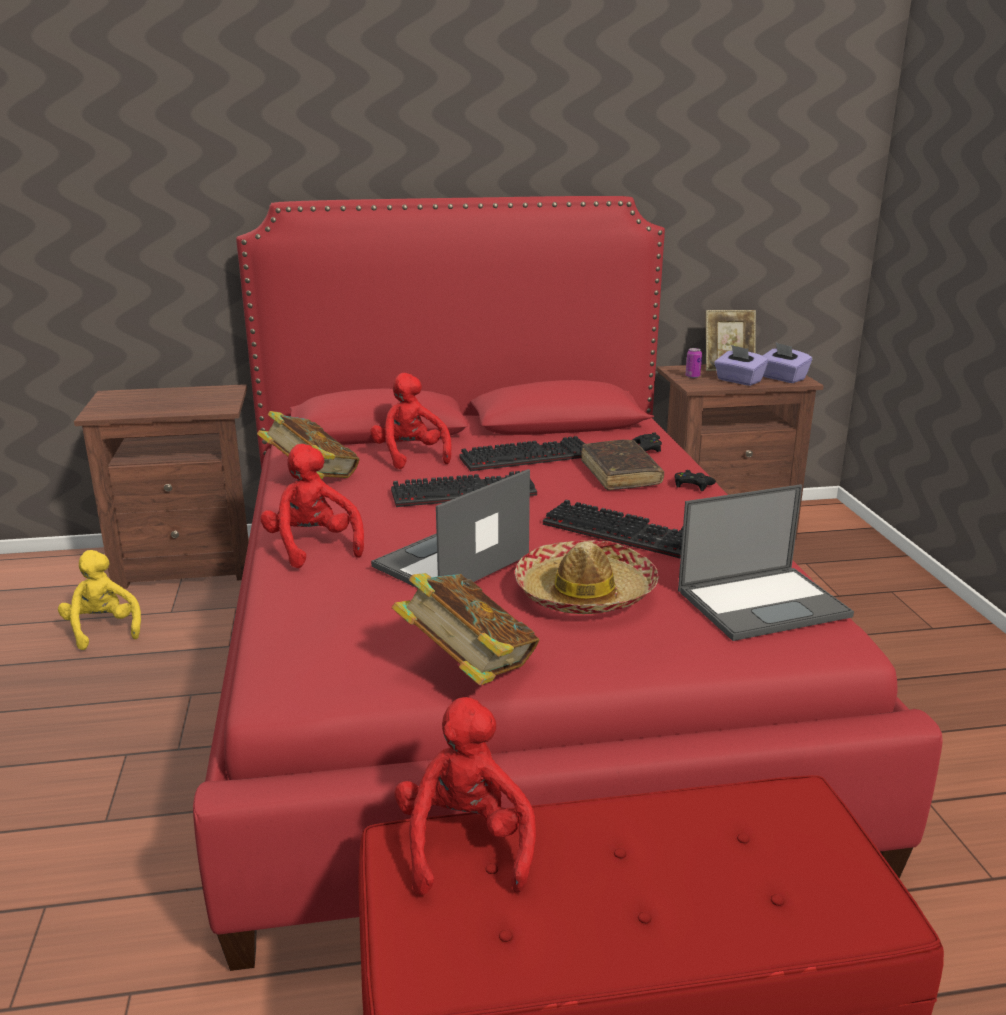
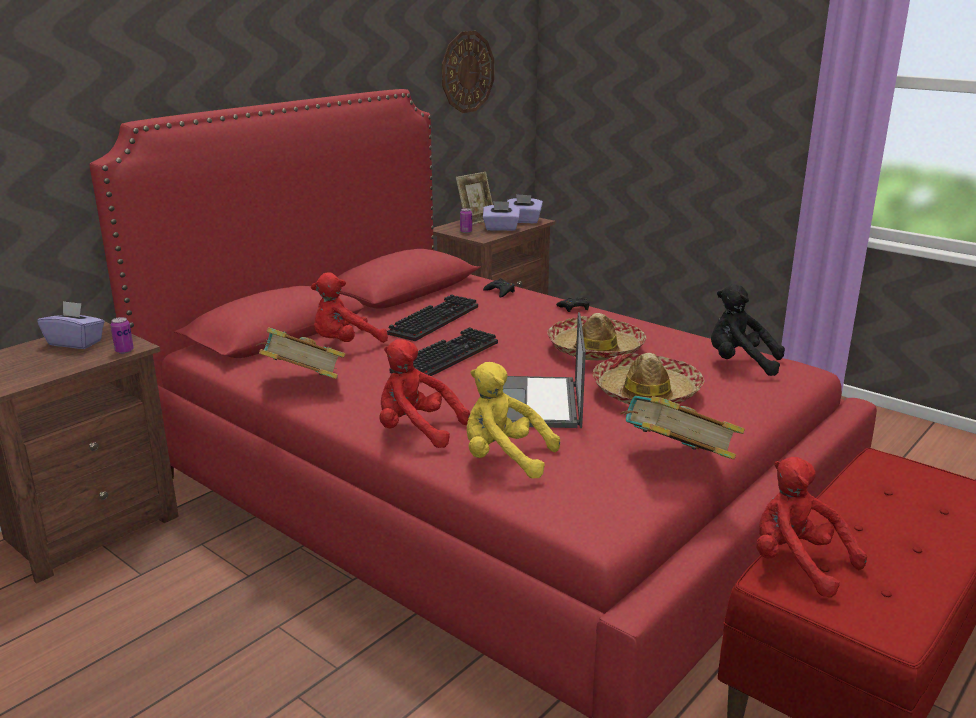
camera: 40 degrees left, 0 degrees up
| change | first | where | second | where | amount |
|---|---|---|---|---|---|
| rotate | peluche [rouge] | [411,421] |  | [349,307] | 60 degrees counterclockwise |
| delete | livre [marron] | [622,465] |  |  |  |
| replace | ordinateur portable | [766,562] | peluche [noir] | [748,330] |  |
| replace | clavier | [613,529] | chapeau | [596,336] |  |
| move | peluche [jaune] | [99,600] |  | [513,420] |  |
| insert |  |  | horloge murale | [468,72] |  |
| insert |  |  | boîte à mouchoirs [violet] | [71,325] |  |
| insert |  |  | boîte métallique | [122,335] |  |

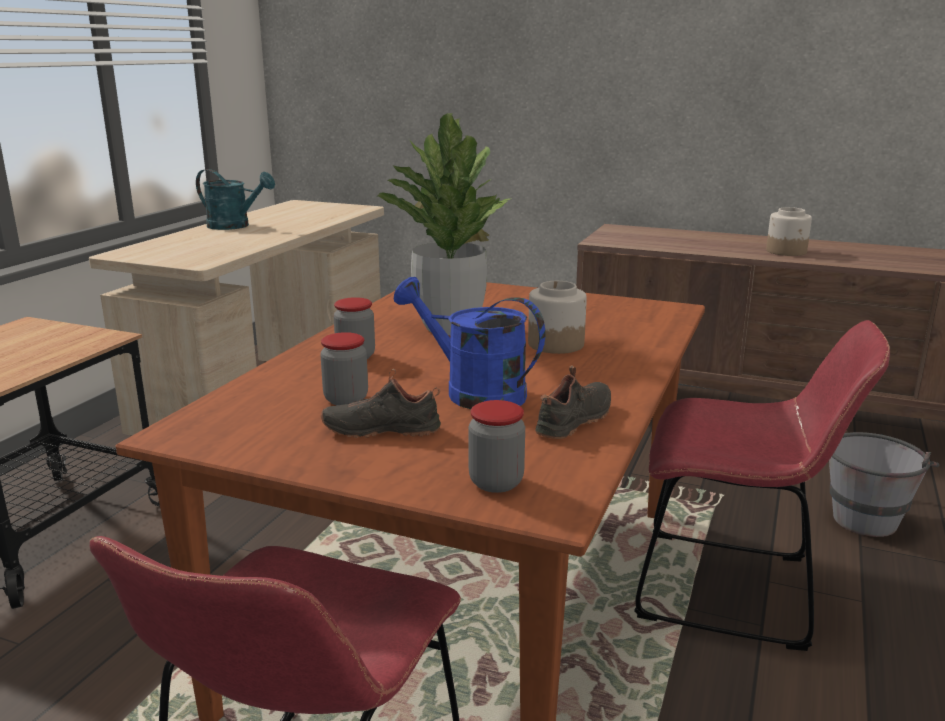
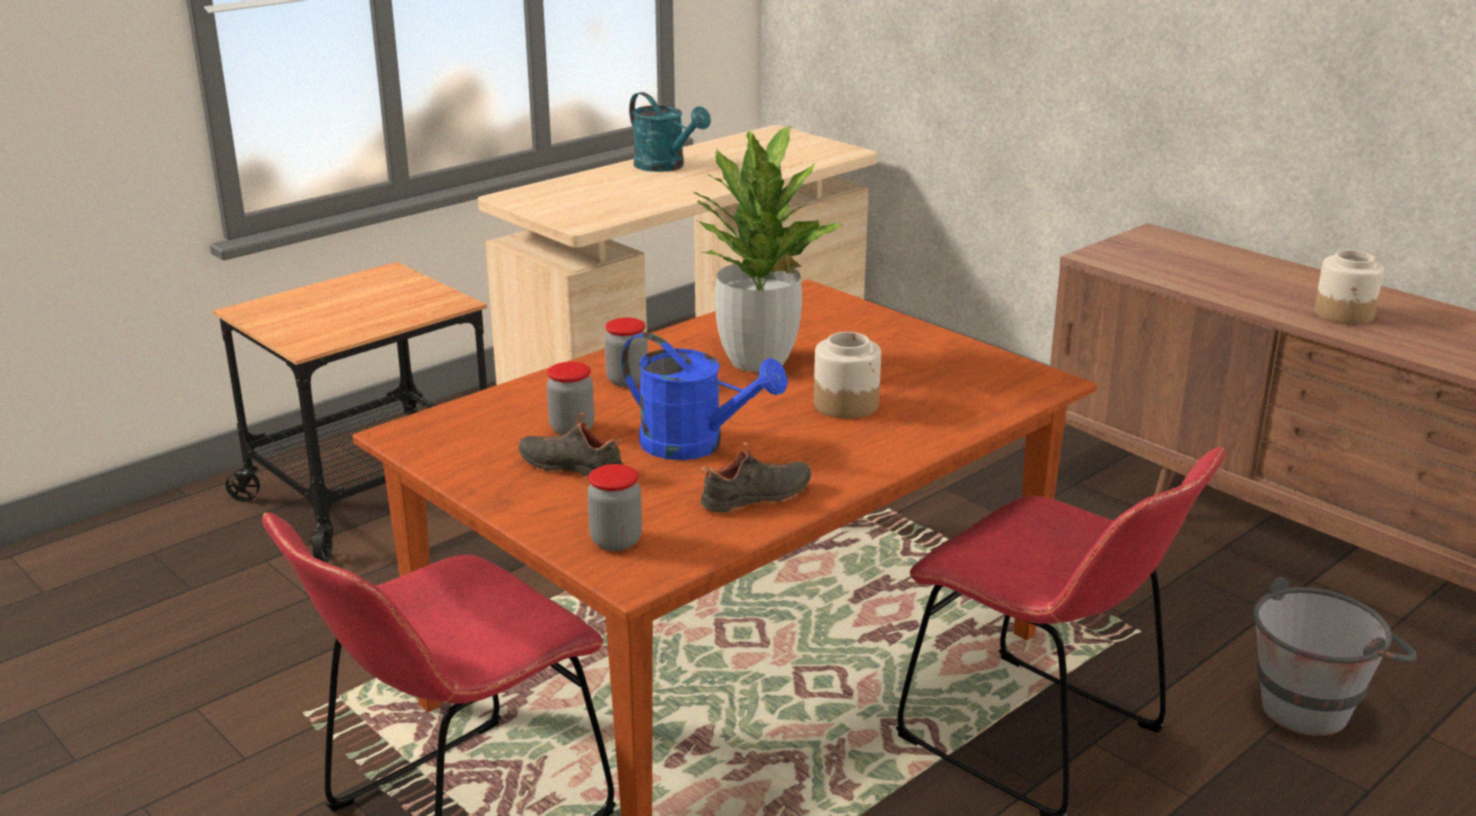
camera: 25 degrees right, 5 degrees up
| change | first | where | second | where | amount |
|---|---|---|---|---|---|
| rotate | arrosoir [bleu] | [469,343] |  | [704,396] | 150 degrees clockwise |

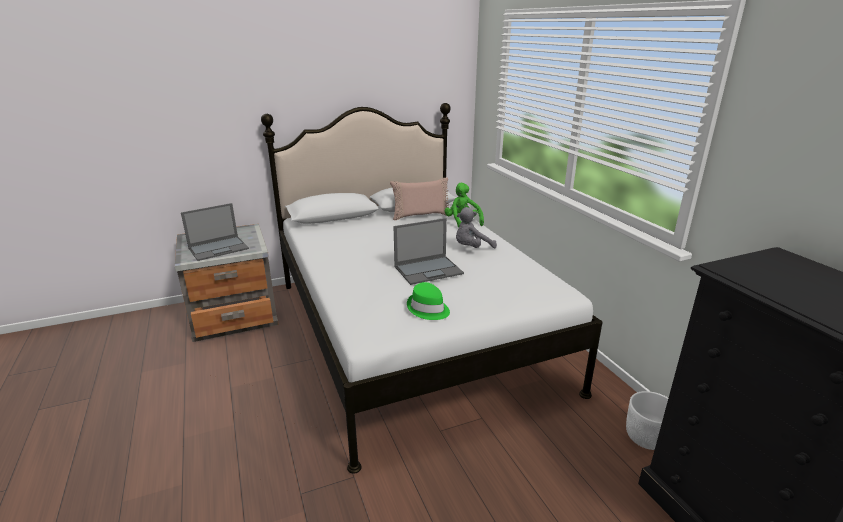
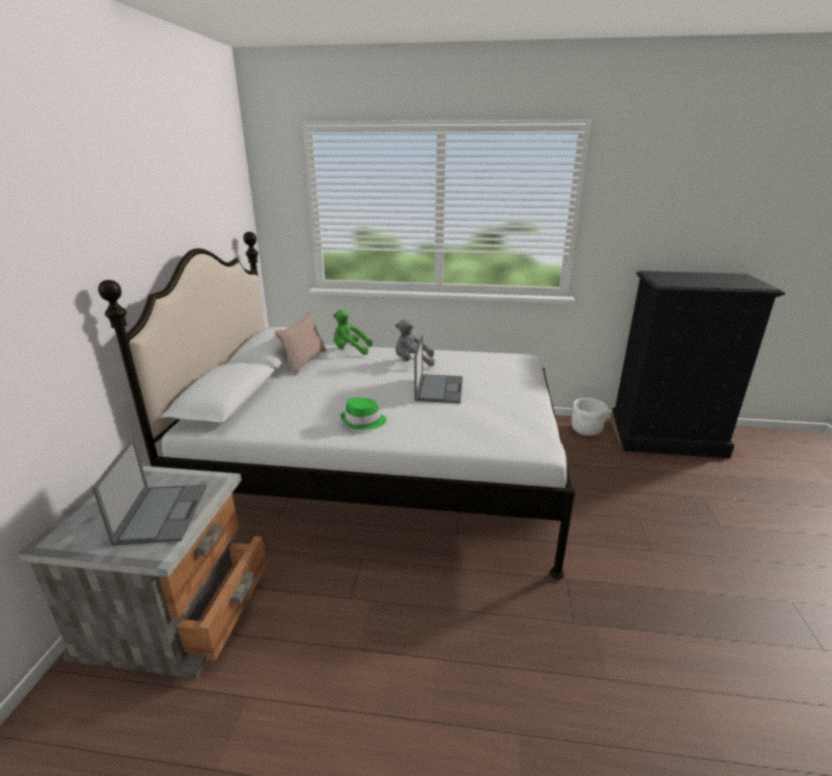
camera: 60 degrees left, 0 degrees up
| change | first | where | second | where | amount |
|---|---|---|---|---|---|
| rotate | peluche [gris] | [476,227] |  | [415,343] | 90 degrees clockwise |
| move | chapeau [vert] | [428,301] |  | [364,413] |  |

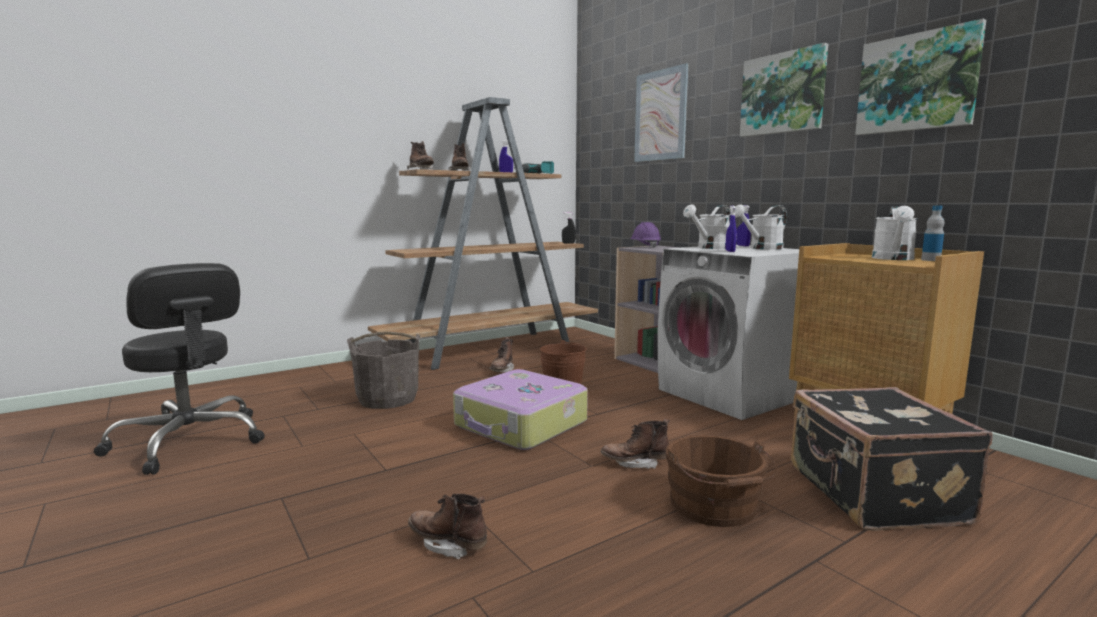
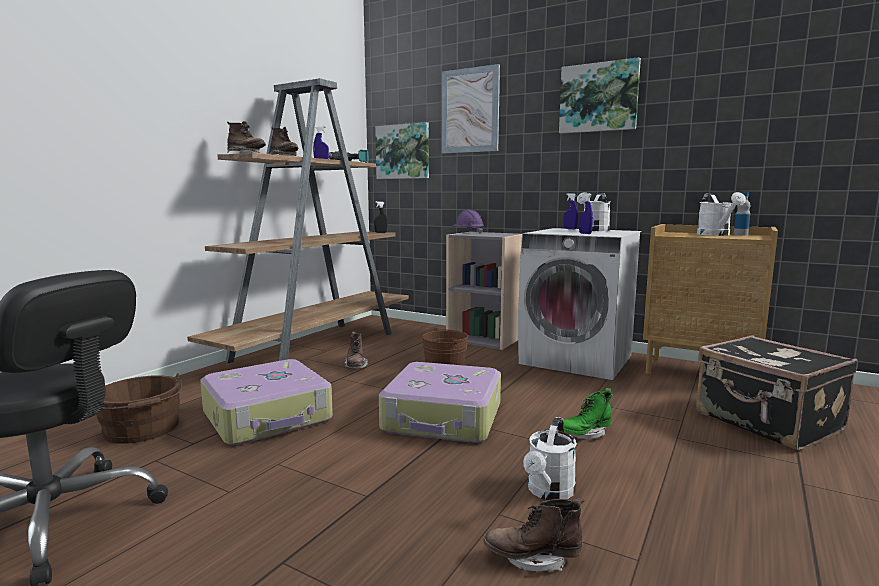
camera: 25 degrees left, 0 degrees up
| change | first | where | second | where | amount |
|---|---|---|---|---|---|
| move | tableau | [920,77] |  | [402,150] |  |
| move | arrosoir [blanc] | [706,227] |  | [550,458] |  |
| replace | seau [gris] | [383,370] | valise | [266,402] |  |
| recolor | botte [marron] | [635,444] | botte [vert] | [588,414] |  |
| move | seau [marron] | [722,481] |  | [139,408] |  |

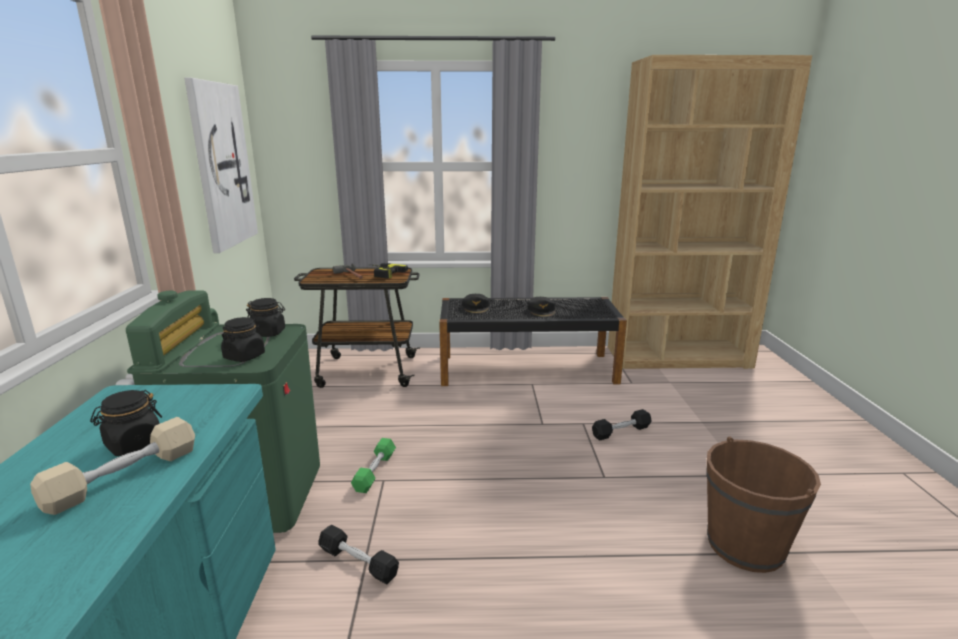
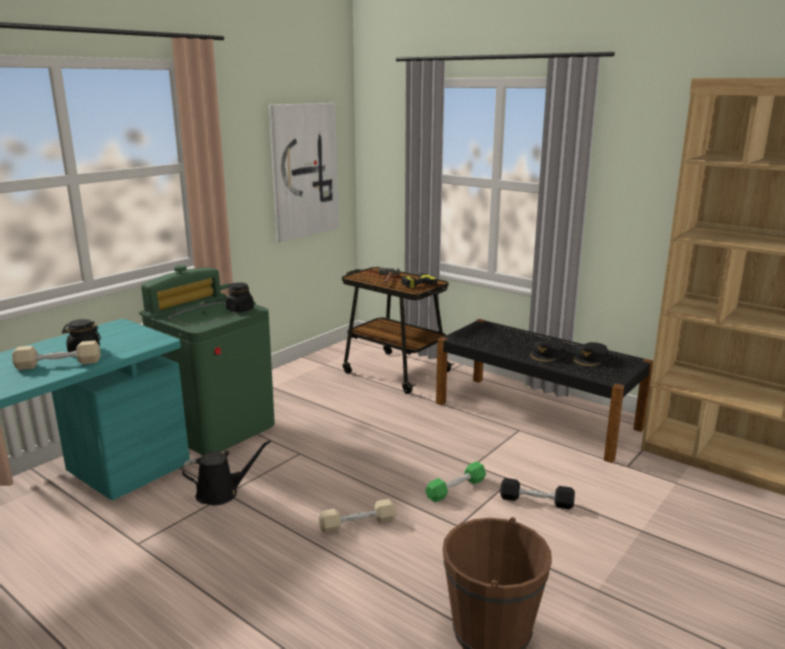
camera: 40 degrees right, 0 degrees up
| change | first | where | second | where | amount |
|---|---|---|---|---|---|
| move | casquette [noir] | [476,304] |  | [590,354] |  |
| delete | bocal [noir] | [243,339] |  |  |  |
| move | haltère [vert] | [373,465] |  | [455,481] |  |
| replace | haltère [noir] | [358,554] | arrosoir [noir] | [226,472] |  |
| insert |  |  | haltère [beige] | [357,516] |  |

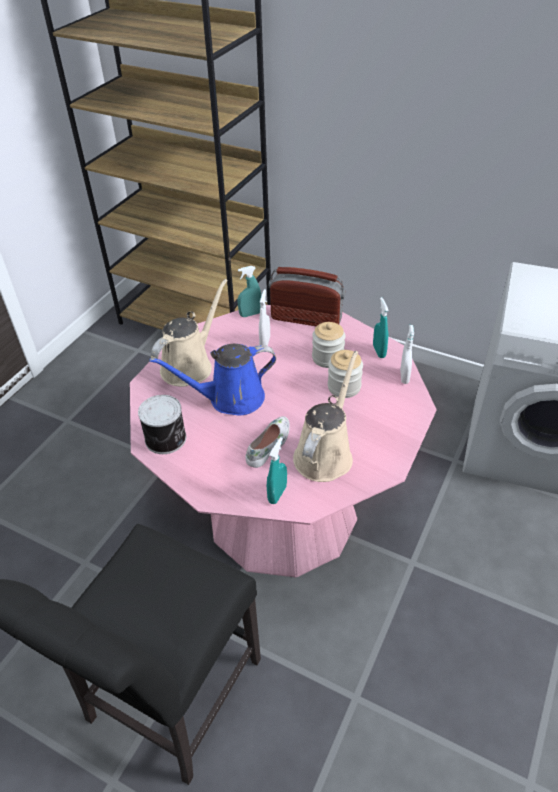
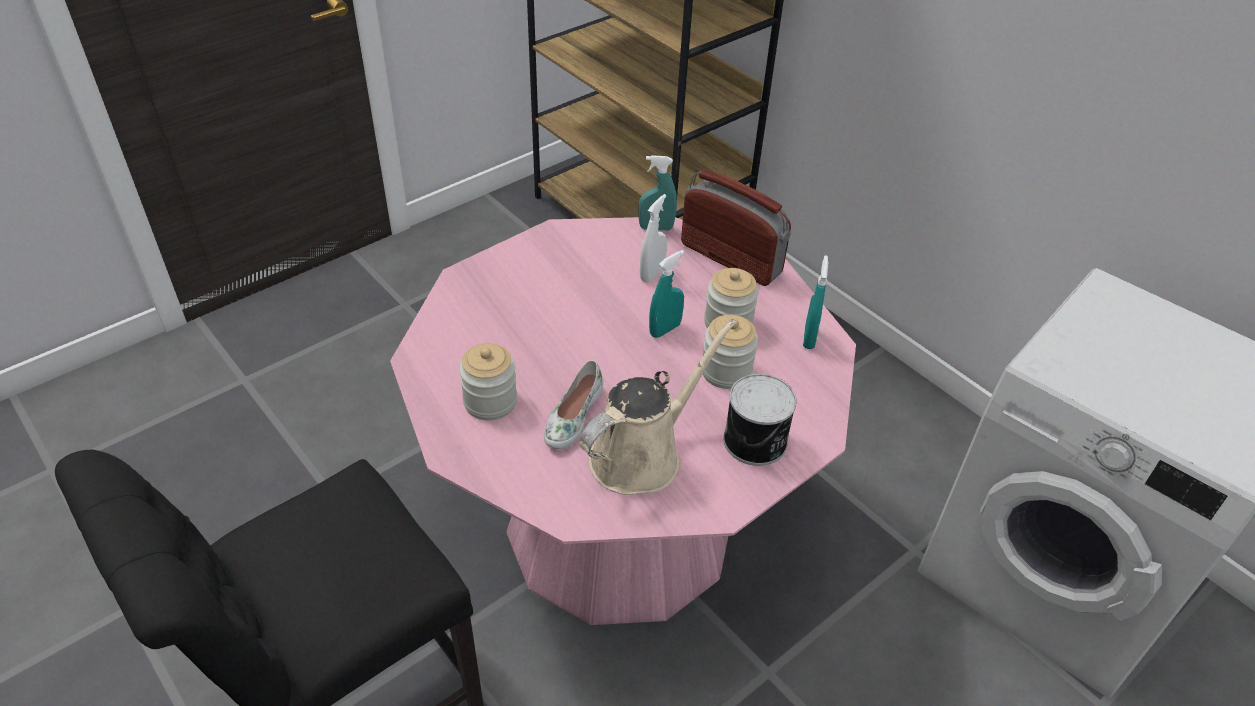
camera: 20 degrees right, 0 degrees up
| change | first | where | second | where | amount |
|---|---|---|---|---|---|
| delete | arrosoir [beige] | [189,333] |  |  |  |
| delete | vaporisateur [blanc] | [407,354] |  |  |  |
| delete | arrosoir [bleu] | [213,380] |  |  |  |
| move | boîte métallique | [162,424] |  | [760,420] |  |
| rotate | chaussure [blanc] | [267,442] |  | [573,404] | 150 degrees clockwise |
| move | vaporisateur [turquoise] | [277,470] |  | [666,294] |  |
| insert |  |  | bocal | [488,382] |  |

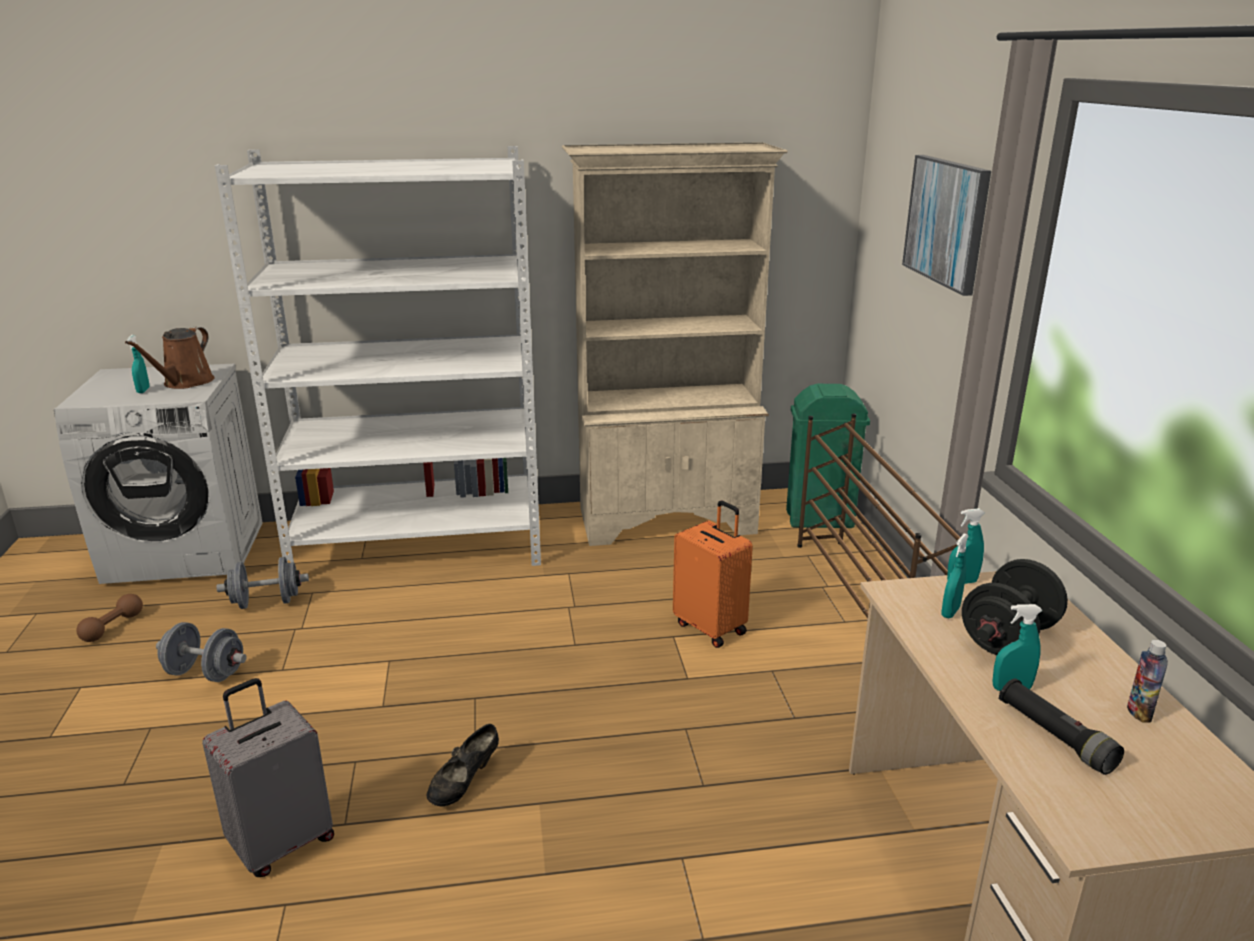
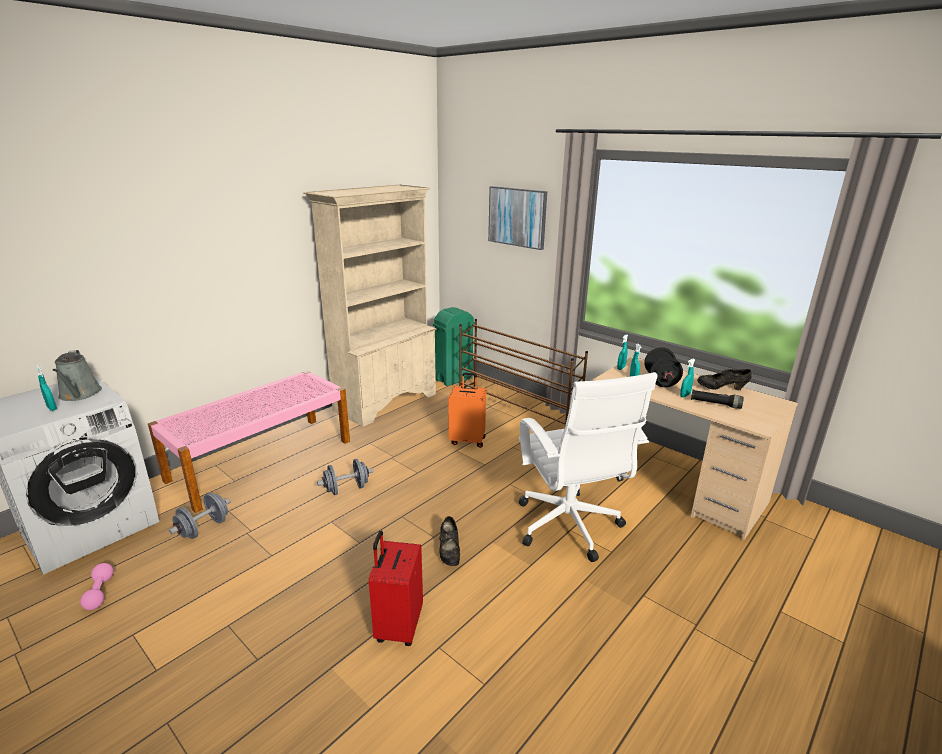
camera: 40 degrees left, 0 degrees up
| change | first | where | second | where | amount |
|---|---|---|---|---|---|
| replace | bibliothèque [blanc] | [378,356] | banc [rose] | [249,441] |  |
| recolor | arrosoir [marron] | [169,358] | arrosoir [gris] | [77,375] |  |
| recolor | haltère [marron] | [109,618] | haltère [rose] | [97,586] |  |
| move | haltère [gris] | [201,652] |  | [345,477] |  |
| replace | bouteille | [1147,681] | chaussure [noir] | [724,379] |  |
| recolor | valise [gris] | [268,777] | valise [rouge] | [396,588] |  |
| insert |  |  | chaise de bureau [blanc] | [588,467] |  |

